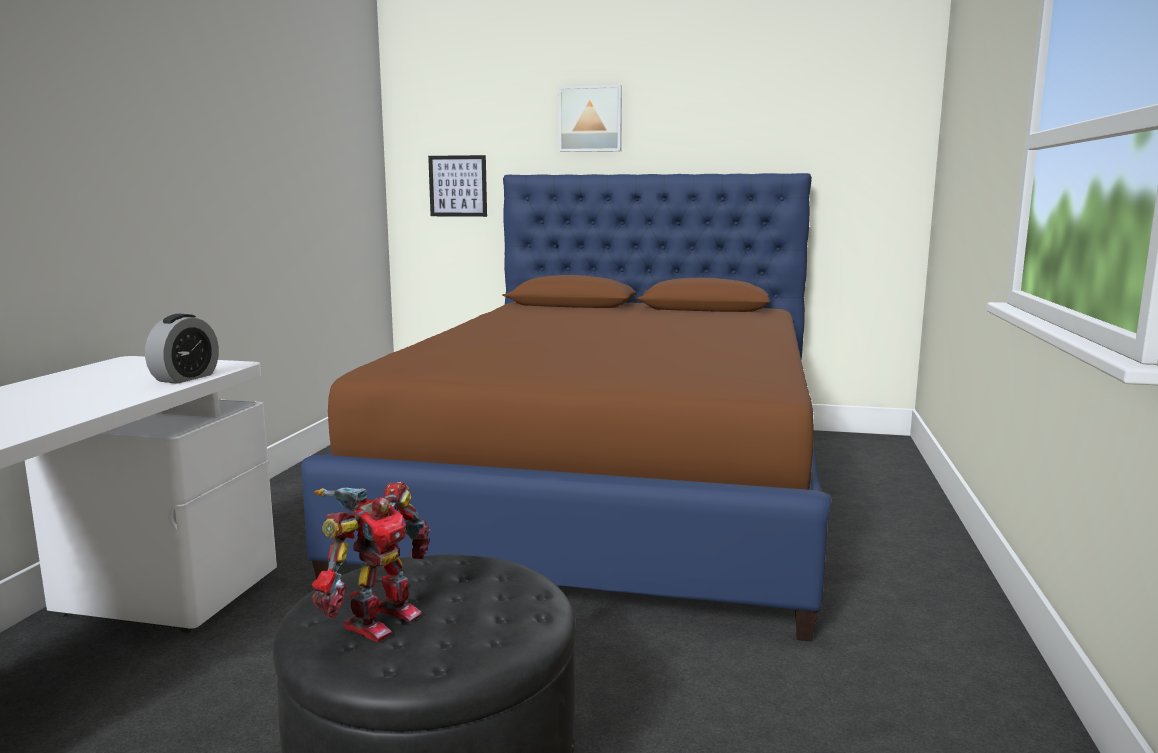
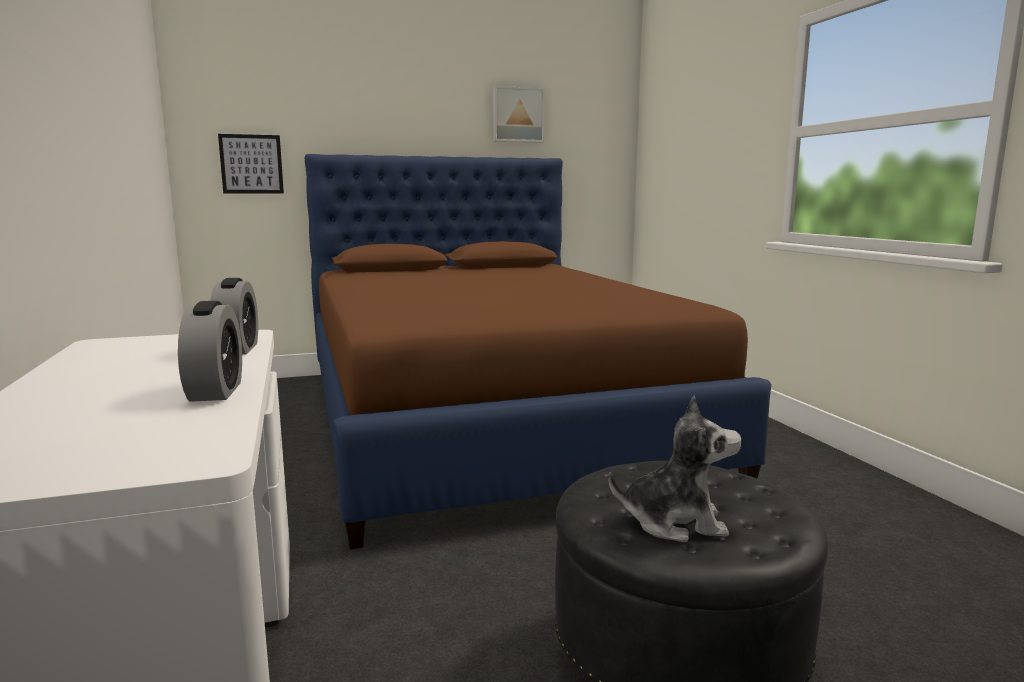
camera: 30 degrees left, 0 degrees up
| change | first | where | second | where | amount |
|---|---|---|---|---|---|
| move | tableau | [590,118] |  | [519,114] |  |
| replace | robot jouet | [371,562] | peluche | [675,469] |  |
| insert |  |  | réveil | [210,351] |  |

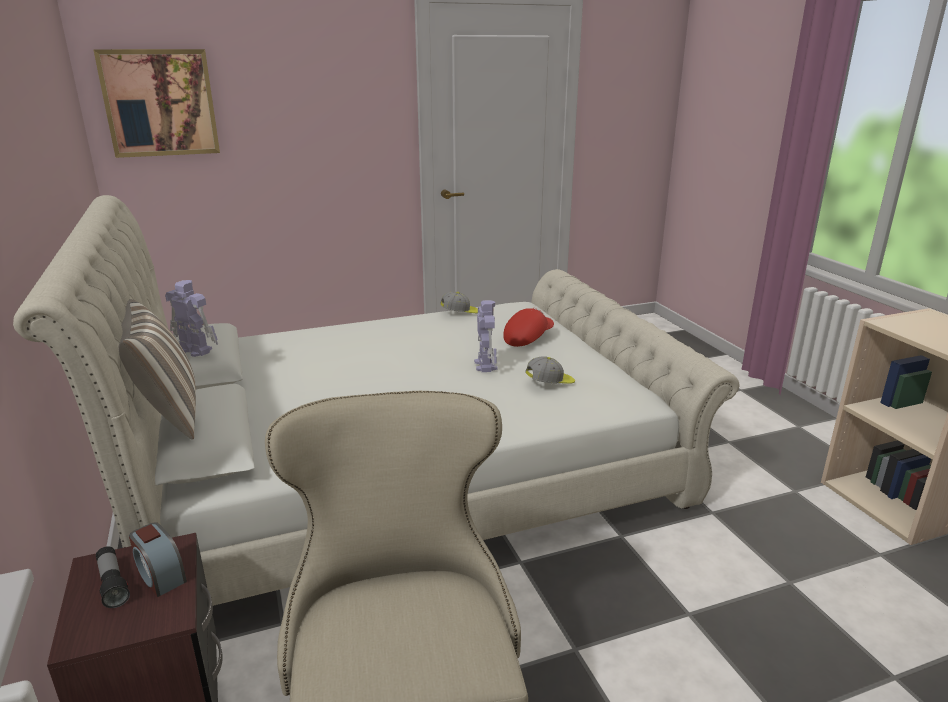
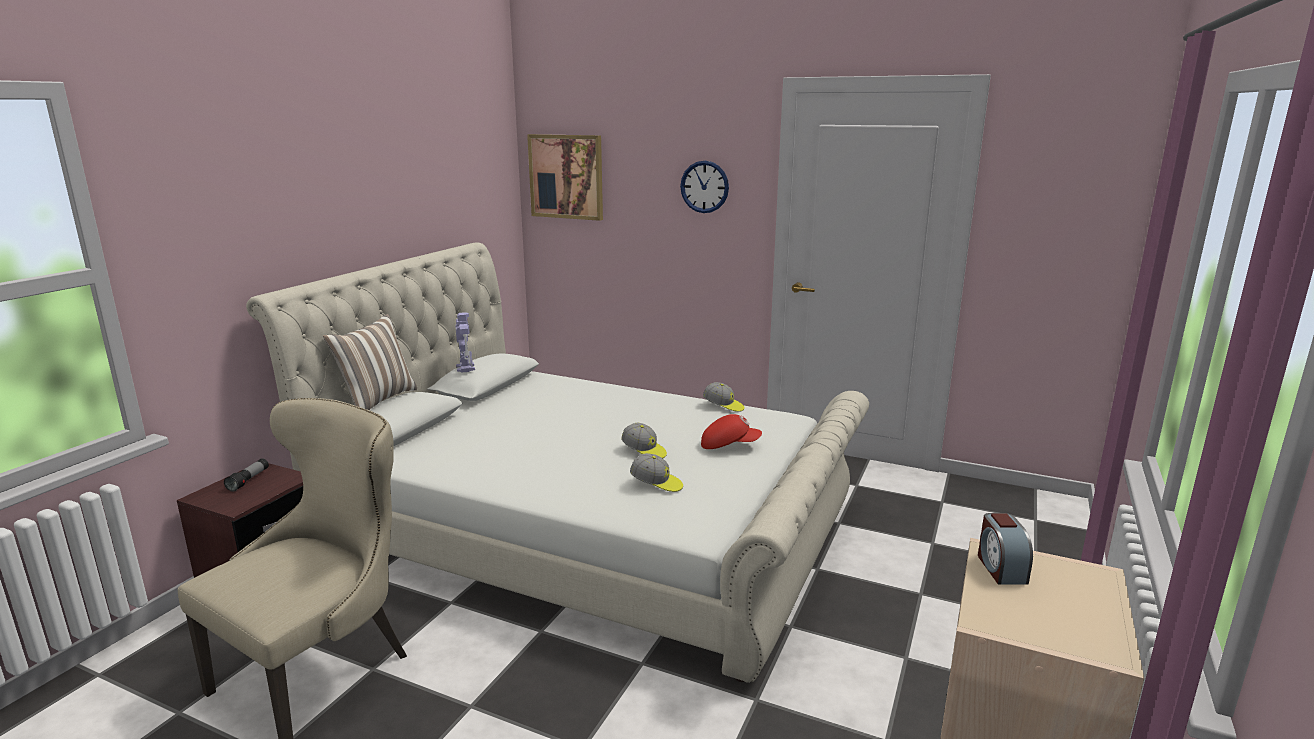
camera: 45 degrees right, 5 degrees down
| change | first | where | second | where | amount |
|---|---|---|---|---|---|
| replace | robot jouet | [486,336] | casquette | [644,440] |  |
| move | réveil | [158,560] |  | [1005,549] |  |
| insert |  |  | horloge murale | [704,187] |  |

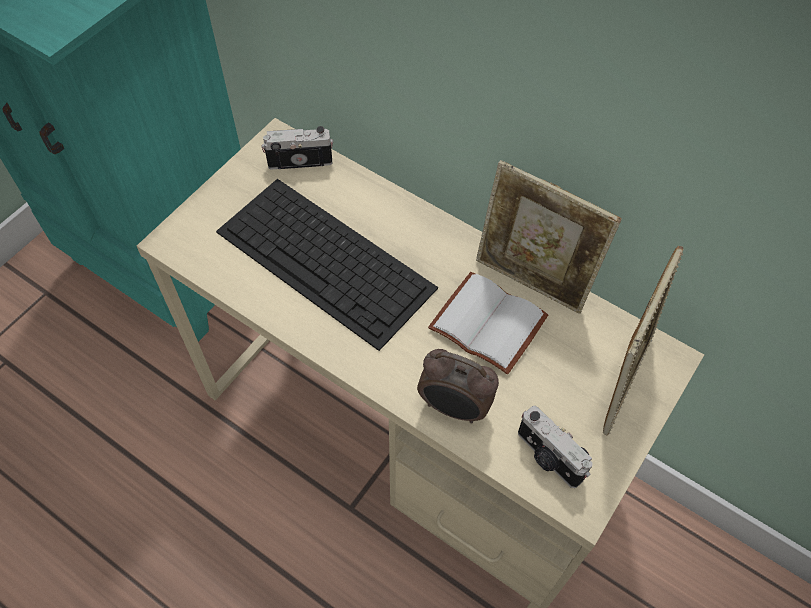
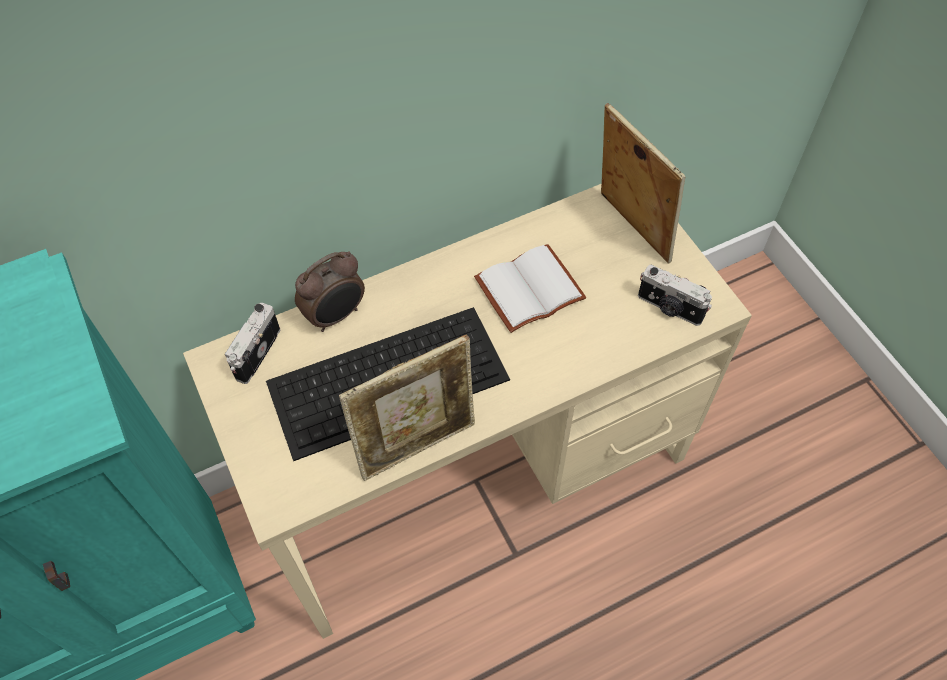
camera: 60 degrees left, 0 degrees up
| change | first | where | second | where | amount |
|---|---|---|---|---|---|
| move | cadre photo | [549,237] |  | [407,407] |  |
| move | réveil | [458,386] |  | [330,292] |  |
| rotate | appareil photo | [555,447] |  | [675,295] | 45 degrees clockwise |

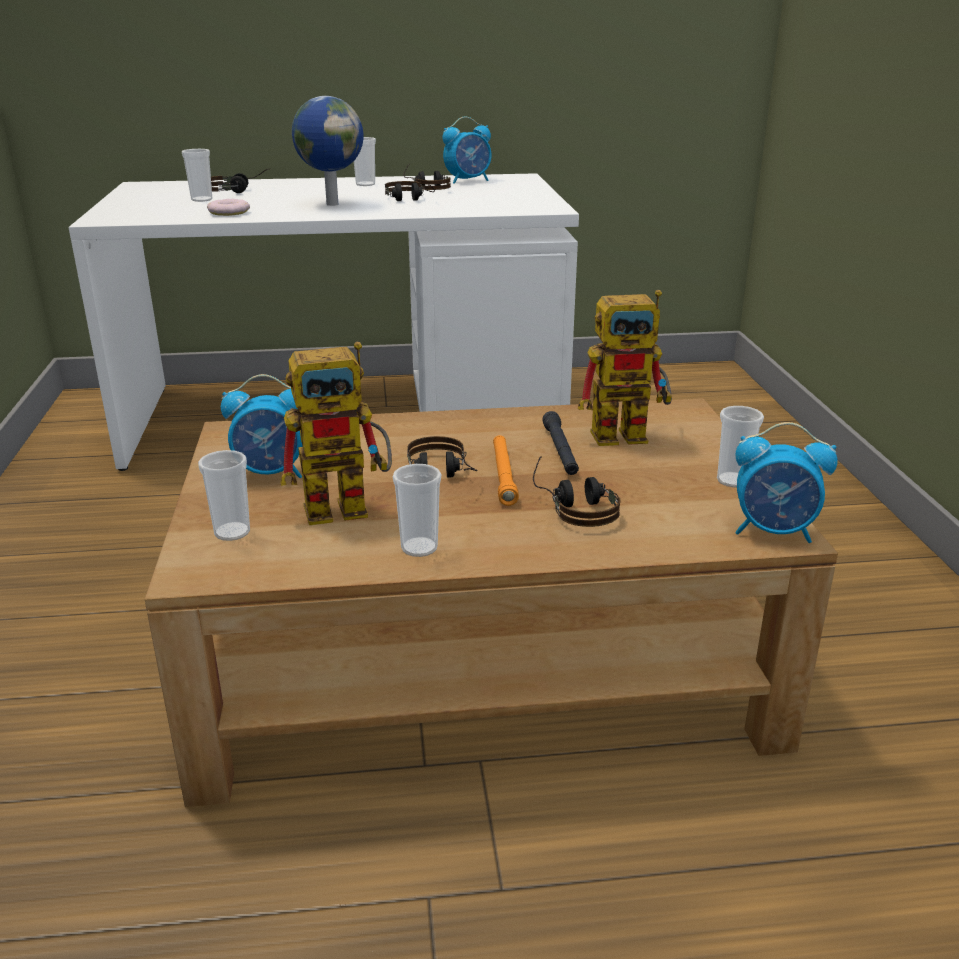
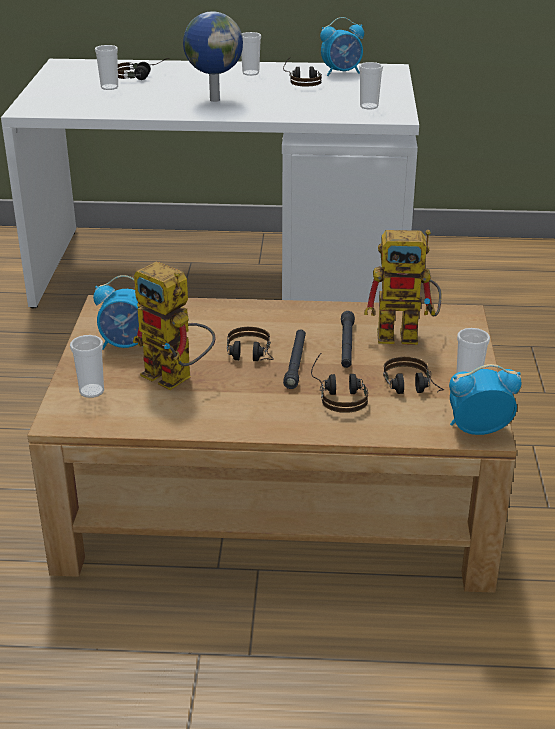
camera: 10 degrees right, 5 degrees up
| change | first | where | second | where | amount |
|---|---|---|---|---|---|
| move | casque audio | [410,191] |  | [413,375] |  |
| delete | beignet | [228,207] |  |  |  |
| rotate | robot jouet | [336,433] |  | [174,325] | 45 degrees clockwise |
| rotate | réveil | [786,482] |  | [485,399] | 150 degrees clockwise |
| recolor | lampe de poche [orange] | [506,470] | lampe de poche [noir] | [294,359] |  |
| move | tasse | [417,510] |  | [371,86] |  |

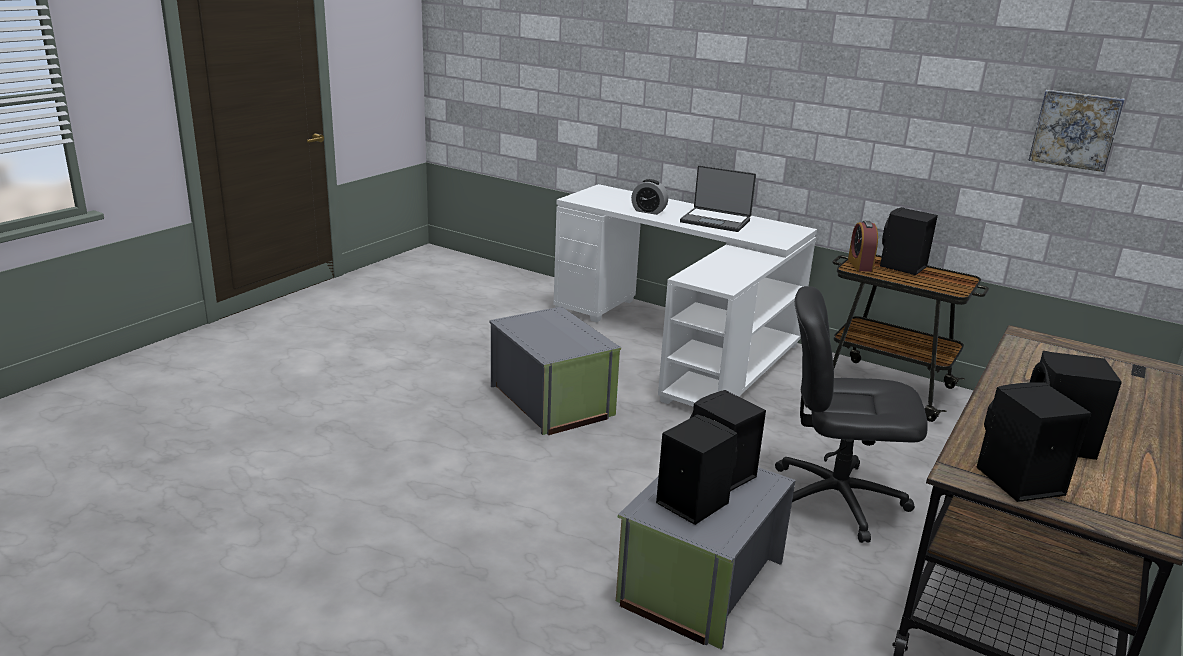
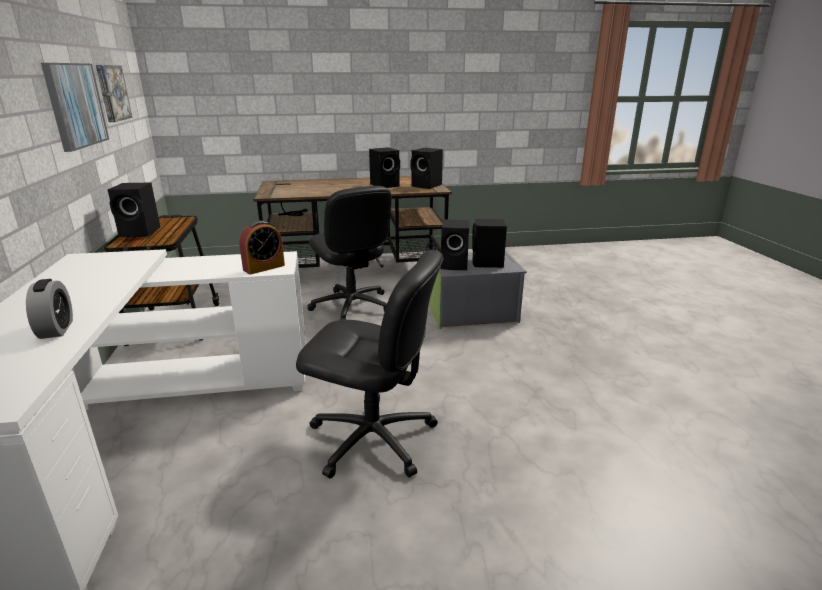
camera: 130 degrees left, 0 degrees up
| change | first | where | second | where | amount |
|---|---|---|---|---|---|
| delete | ordinateur portable | [718,198] |  |  |  |
| move | réveil | [863,246] |  | [262,248] |  |
| replace | boîte de rangement [gris] | [555,370] | chaise de bureau [noir] | [370,364] |  |
| insert |  |  | tableau | [75,107] |  |

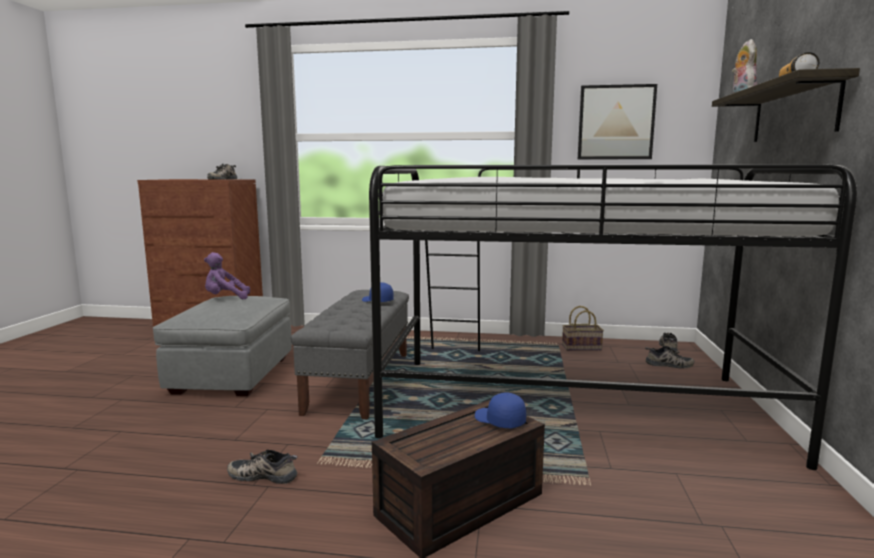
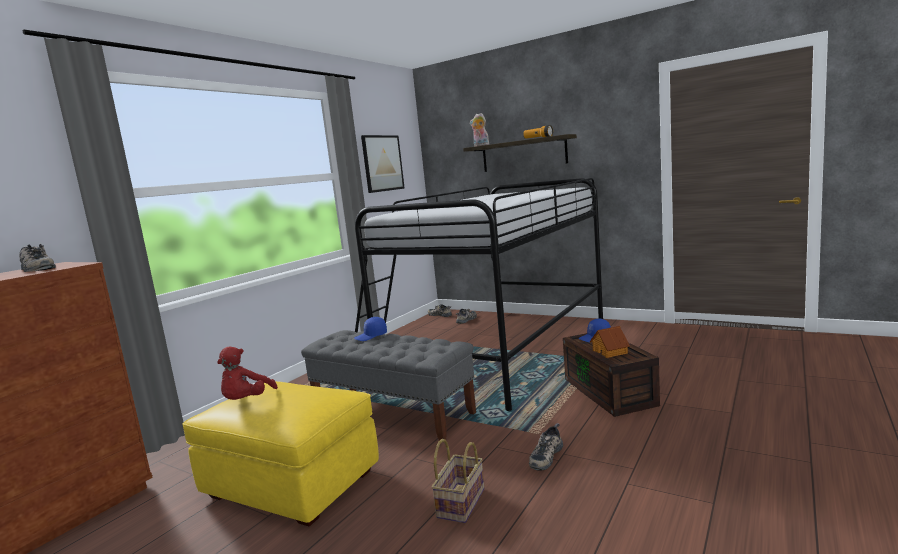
camera: 65 degrees left, 0 degrees up
| change | first | where | second | where | amount |
|---|---|---|---|---|---|
| recolor | peluche [violet] | [227,275] | peluche [rouge] | [247,373] |  |
| recolor | pouf [gris] | [222,346] | pouf [jaune] | [280,454] |  |
| move | panier | [583,328] |  | [458,481] |  |
| insert |  |  | maison miniature | [610,342] |  |

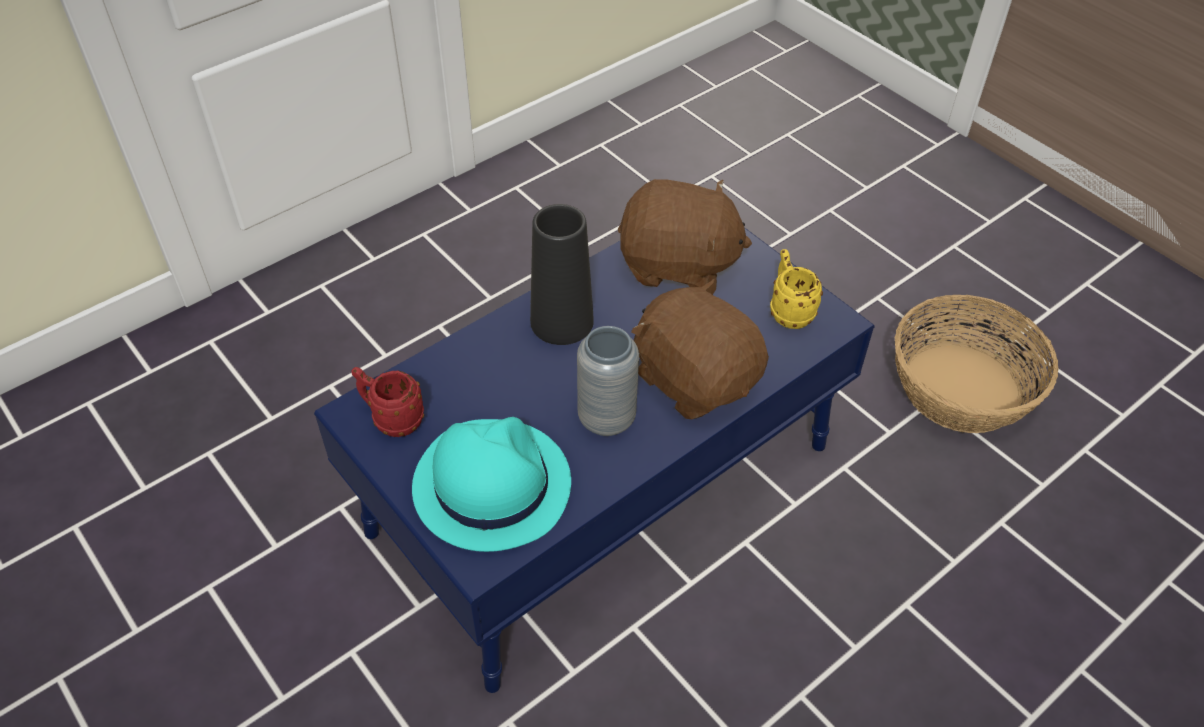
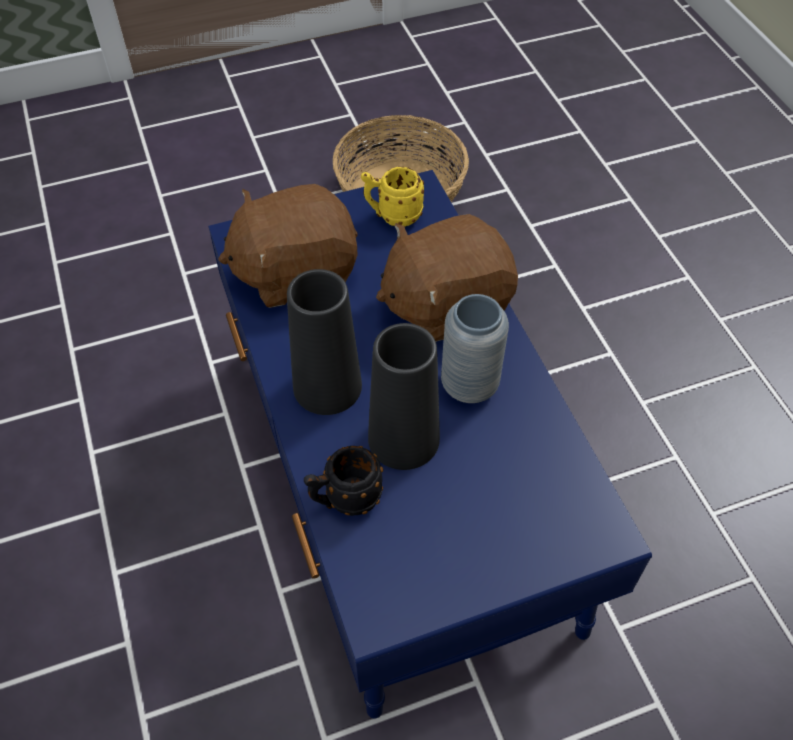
camera: 70 degrees left, 5 degrees up
| change | first | where | second | where | amount |
|---|---|---|---|---|---|
| rotate | peluche [marron] | [685,233] |  | [288,246] | 135 degrees counterclockwise |
| delete | mug [rouge] | [387,402] |  |  |  |
| delete | chapeau [turquoise] | [491,484] |  |  |  |
| insert |  |  | vase [noir] | [404,396] |  |
| insert |  |  | mug [noir] | [343,481] |  |

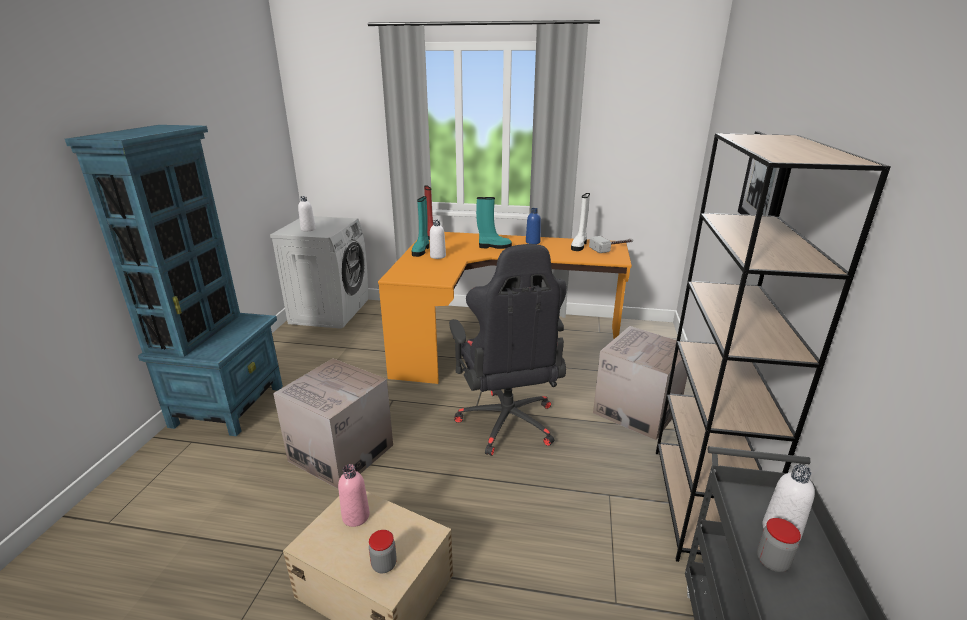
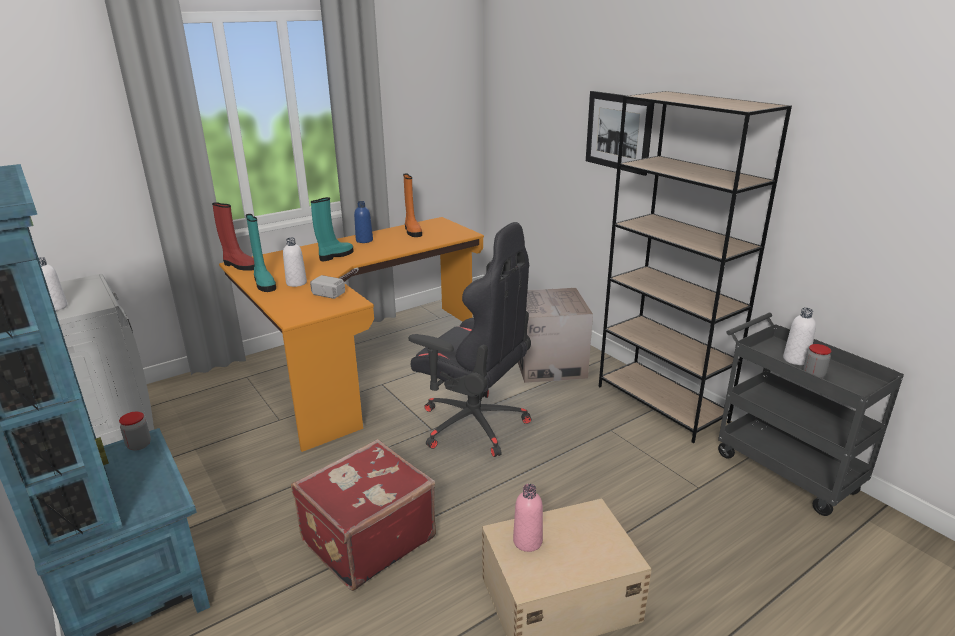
camera: 45 degrees left, 0 degrees up
| change | first | where | second | where | amount |
|---|---|---|---|---|---|
| recolor | botte [blanc] | [580,222] | botte [orange] | [412,205] |  |
| move | marteau | [611,244] |  | [334,283] |  |
| replace | carton | [333,423] | valise [rouge] | [363,515] |  |
| move | bocal | [383,551] |  | [135,431] |  |

